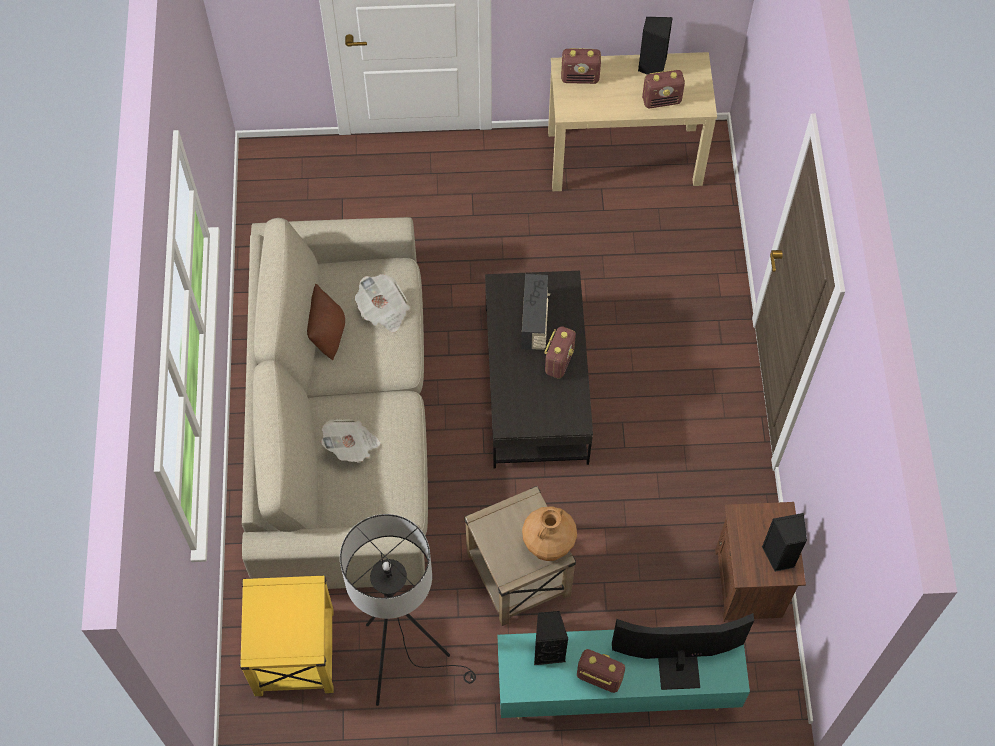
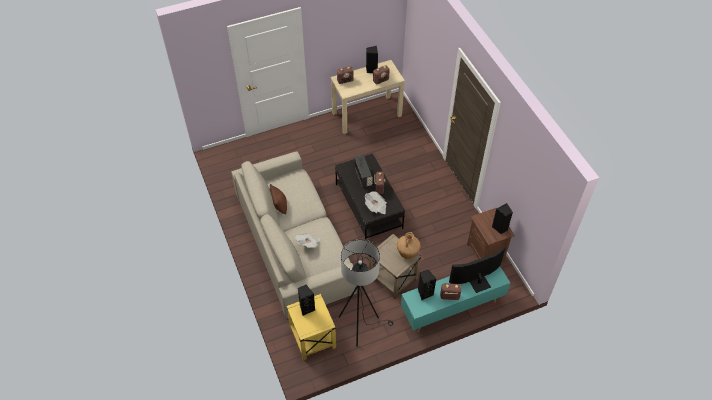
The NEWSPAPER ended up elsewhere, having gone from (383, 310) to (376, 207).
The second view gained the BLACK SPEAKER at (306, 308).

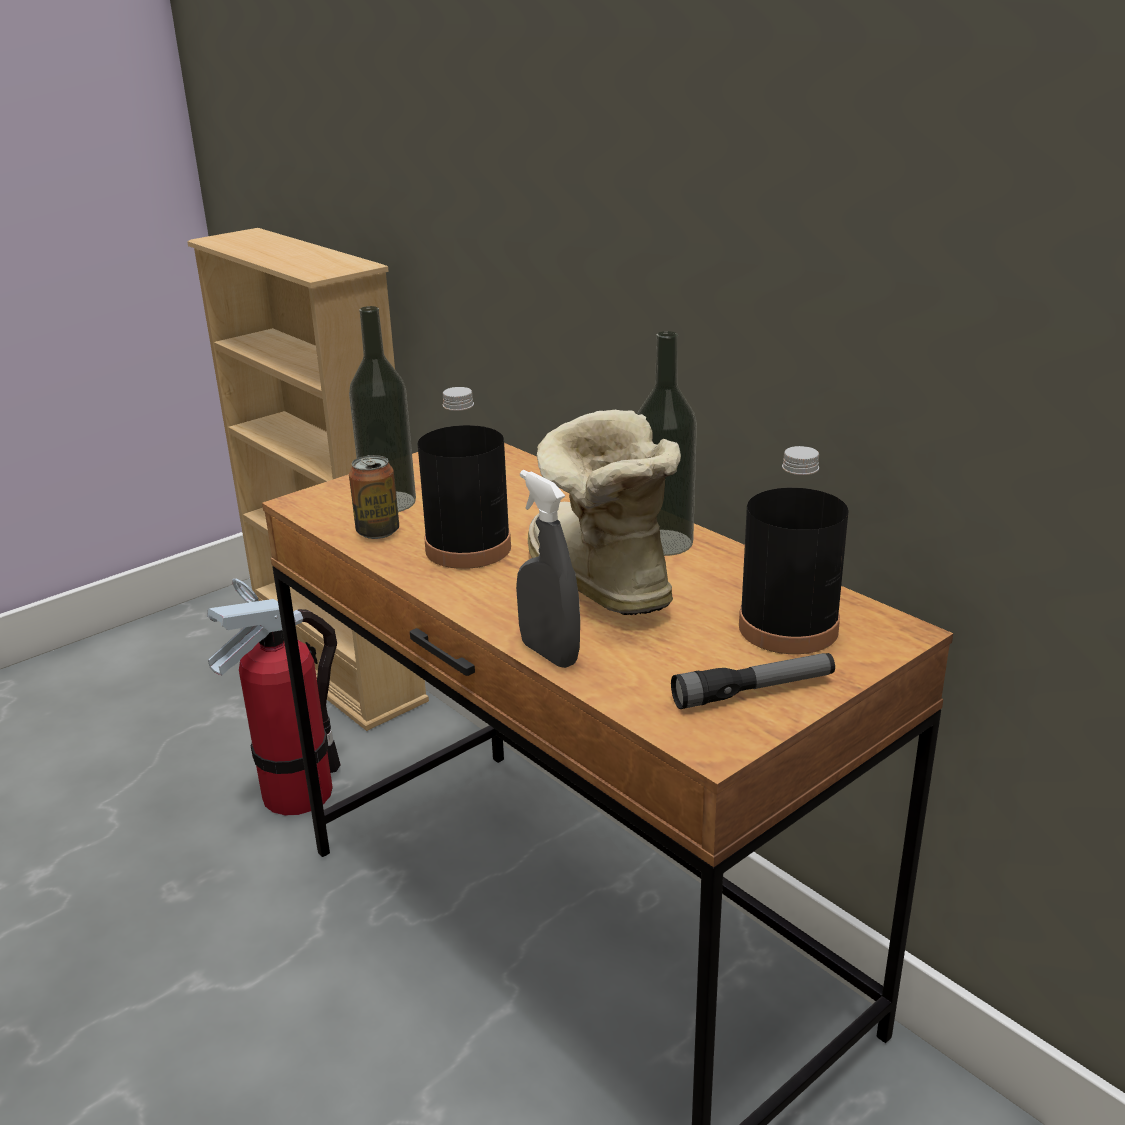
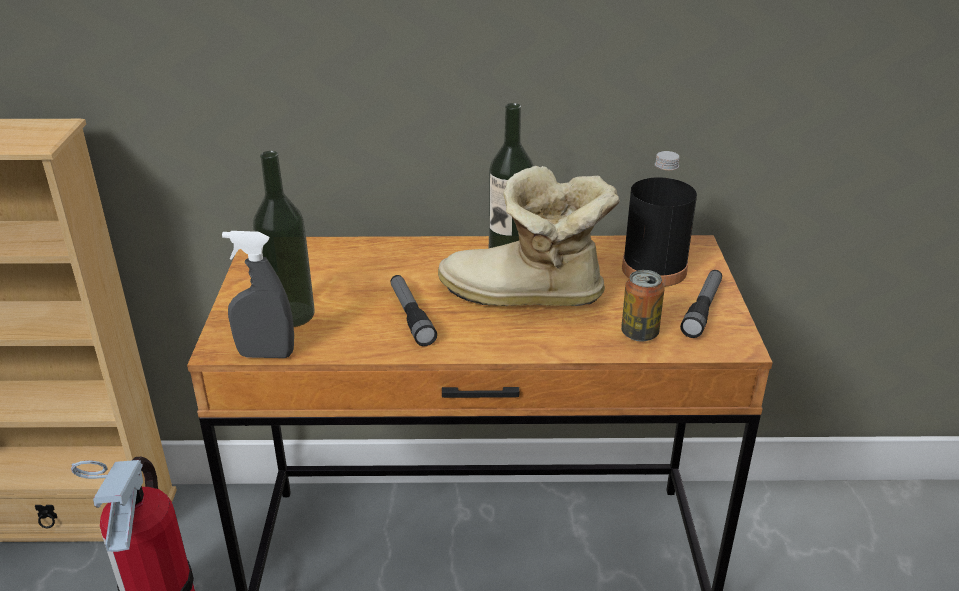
The CAN ended up elsewhere, having gone from (377, 532) to (639, 333).
Where the BLACK BOTTLE stood at (468, 548), the FLASHLIGHT came to stand at (411, 316).
The GREY SPRAY BOTTLE ended up elsewhere, having gone from (549, 653) to (266, 354).

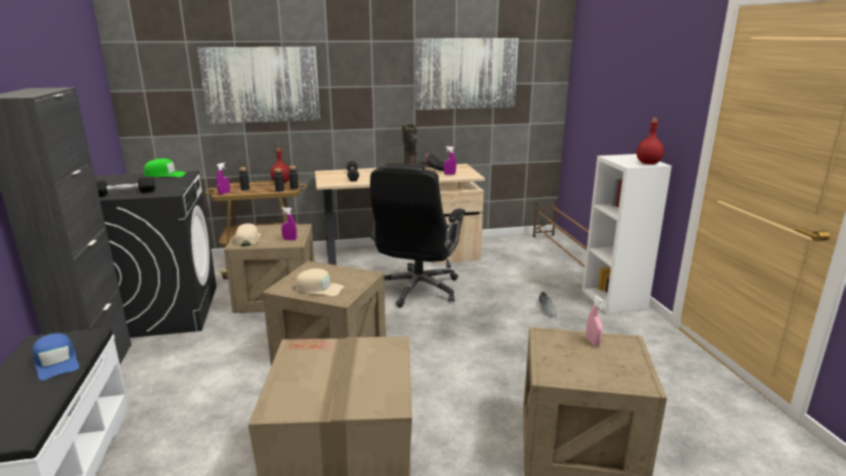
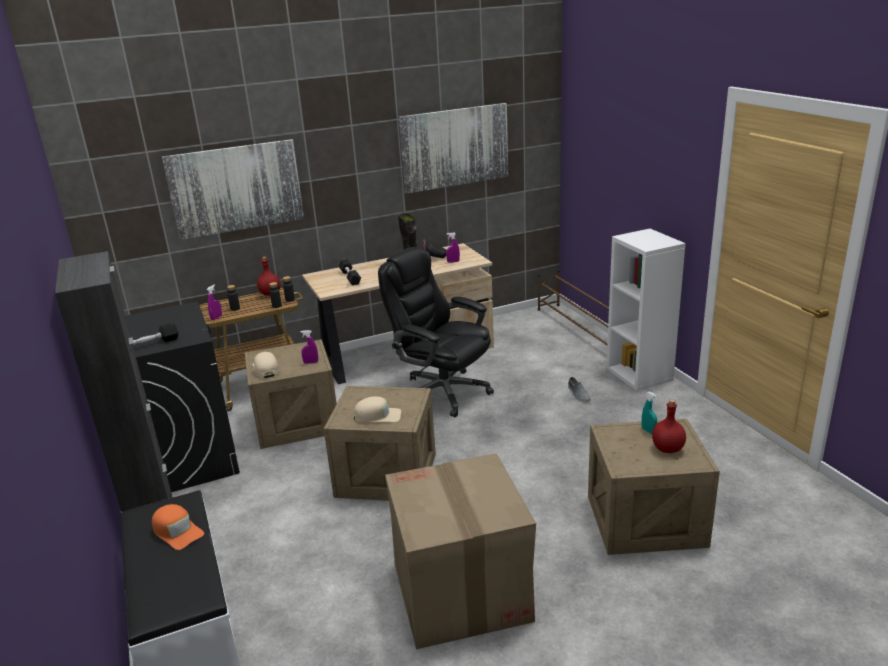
What was the BLUE CAP at (56, 362) turned into the ORANGE CAP at (177, 531).
The second view lost the GREEN CAP at (165, 175).
The BLACK OFFICE CHAIR at (417, 289) ended up facing another way, 120 degrees clockwise from before.
What was the PINK SPRAY BOTTLE at (592, 342) turned into the TURQUOISE SPRAY BOTTLE at (648, 431).
The RED BOTTLE ended up elsewhere, having gone from (648, 163) to (667, 449).

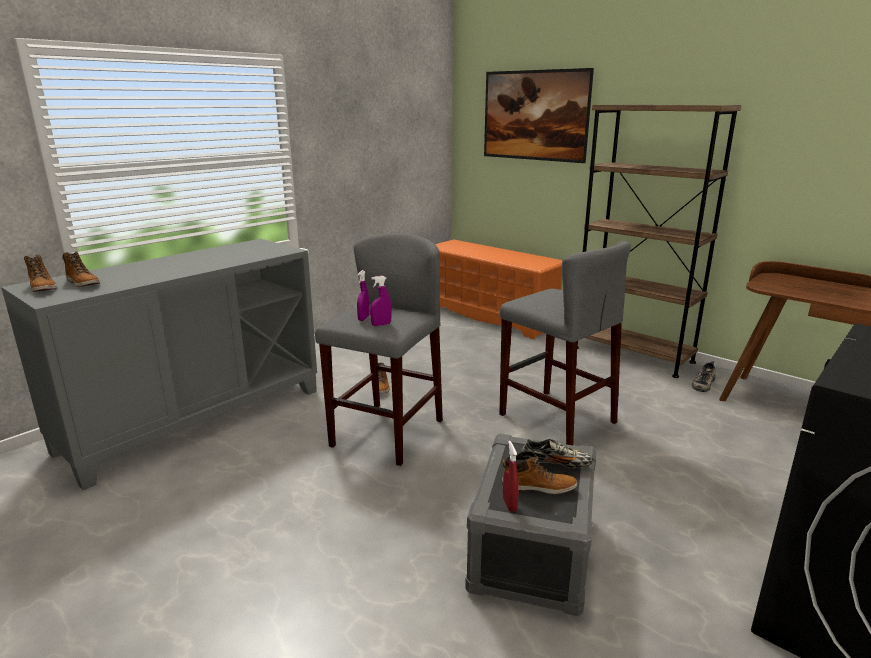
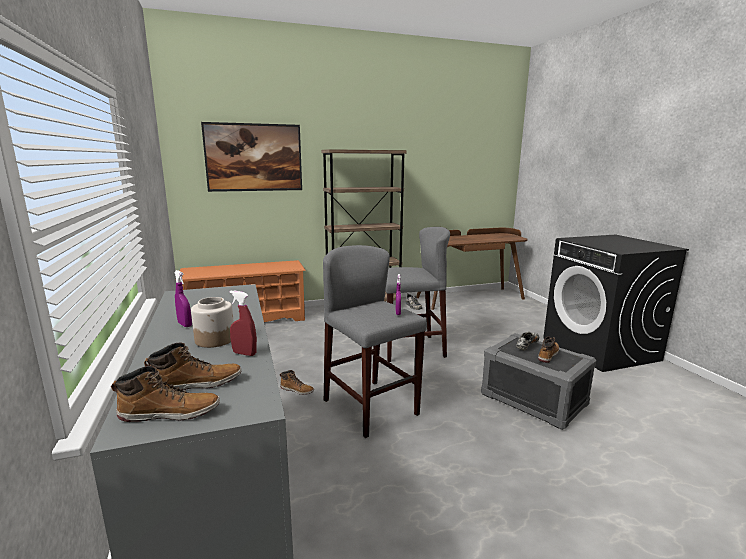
The PURPLE SPRAY BOTTLE ended up elsewhere, having gone from (363, 318) to (185, 325).
The RED SPRAY BOTTLE ended up elsewhere, having gone from (509, 504) to (244, 353).
The second view gained the JAR at (215, 339).

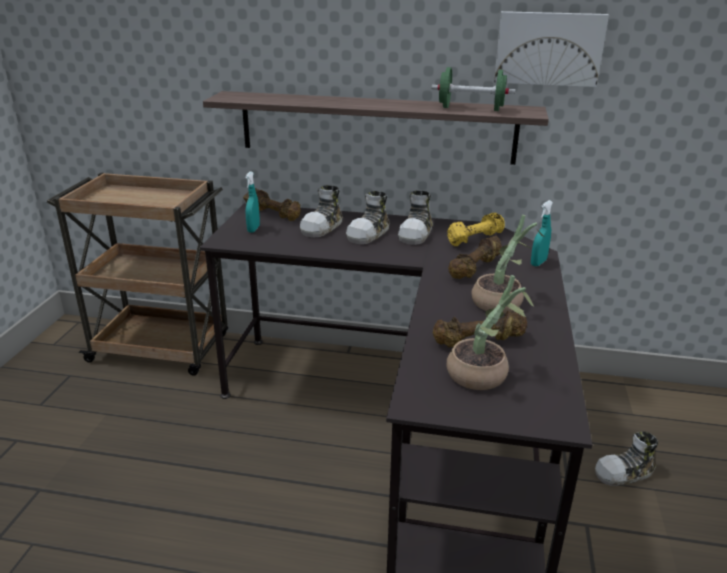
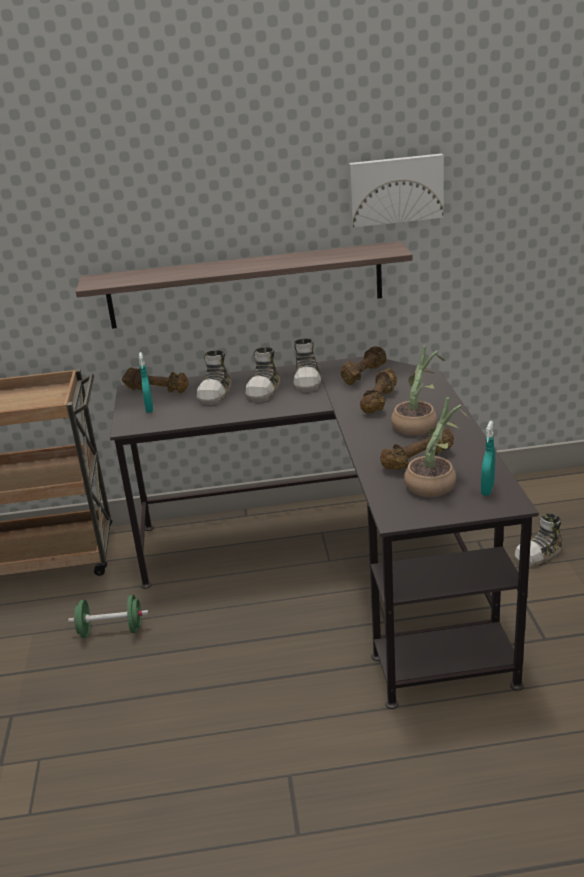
The GREEN DUMBBELL ended up elsewhere, having gone from (471, 109) to (111, 631).
What was the YELLOW DUMBBELL at (474, 239) turned into the BROWN DUMBBELL at (363, 374).
The TURQUOISE SPRAY BOTTLE ended up elsewhere, having gone from (538, 263) to (487, 490).

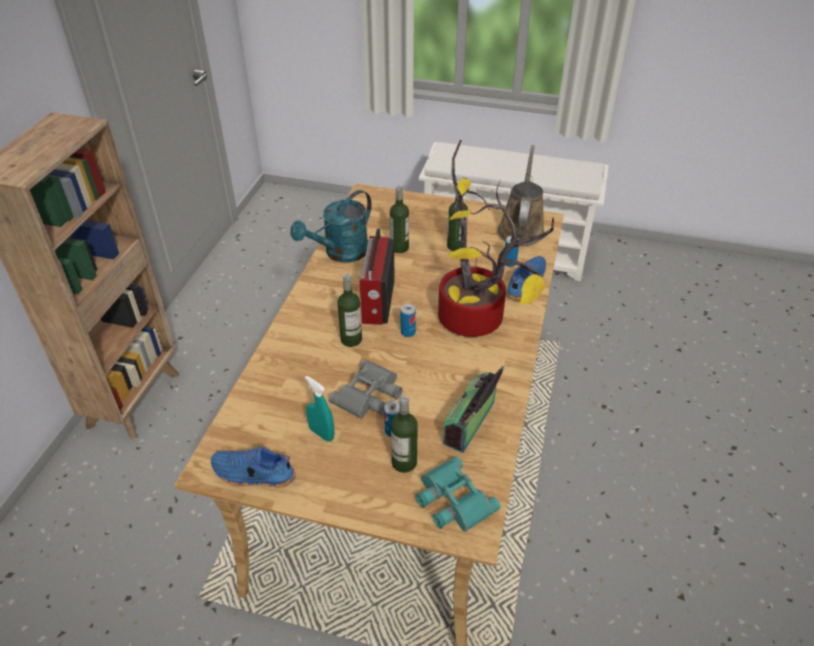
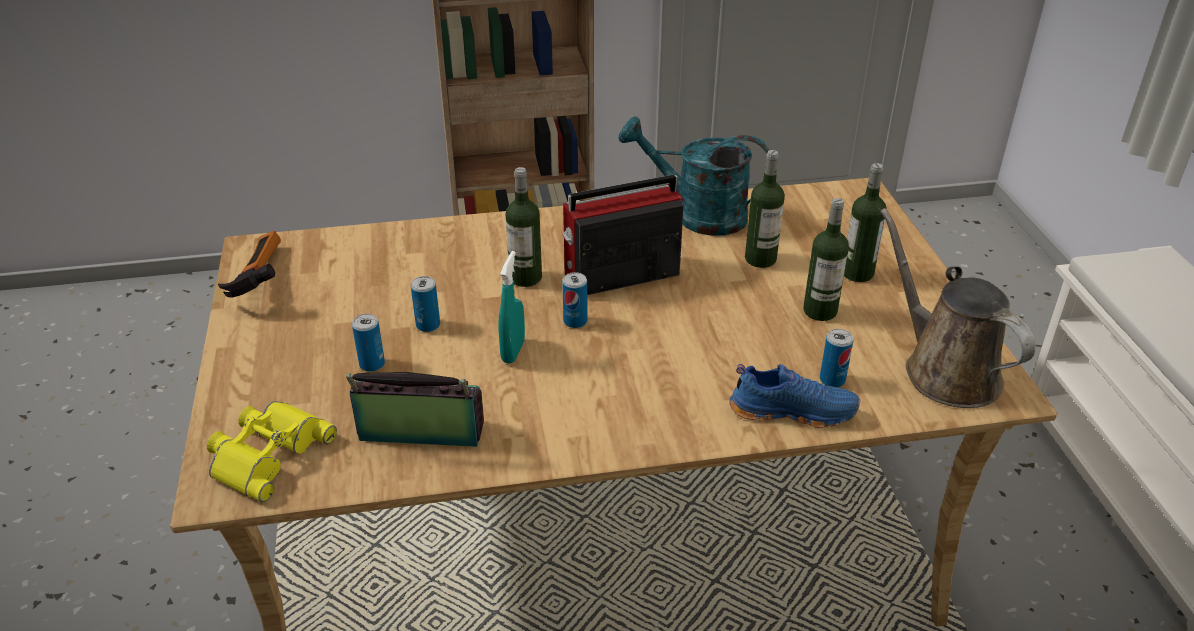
Where the BLUE SHOE stood at (253, 475), the HAMMER came to stand at (255, 280).
The TURQUOISE SPRAY BOTTLE ended up elsewhere, having gone from (321, 433) to (513, 351).
Where the GREY BINOCULARS stood at (370, 395), the CAN came to stand at (428, 325).
The BOTTLE ended up elsewhere, having gone from (404, 462) to (857, 273).
What was the TURQUOISE BINOCULARS at (452, 500) turned into the YELLOW BINOCULARS at (267, 453).
The second view lost the POTTED PLANT at (476, 318).
The BROWN WATERING CAN at (521, 229) ended up facing another way, 105 degrees counterclockwise from before.

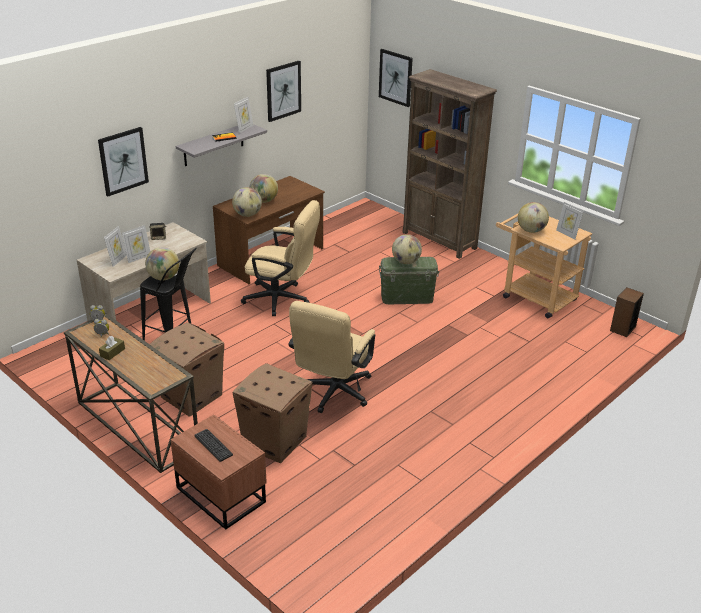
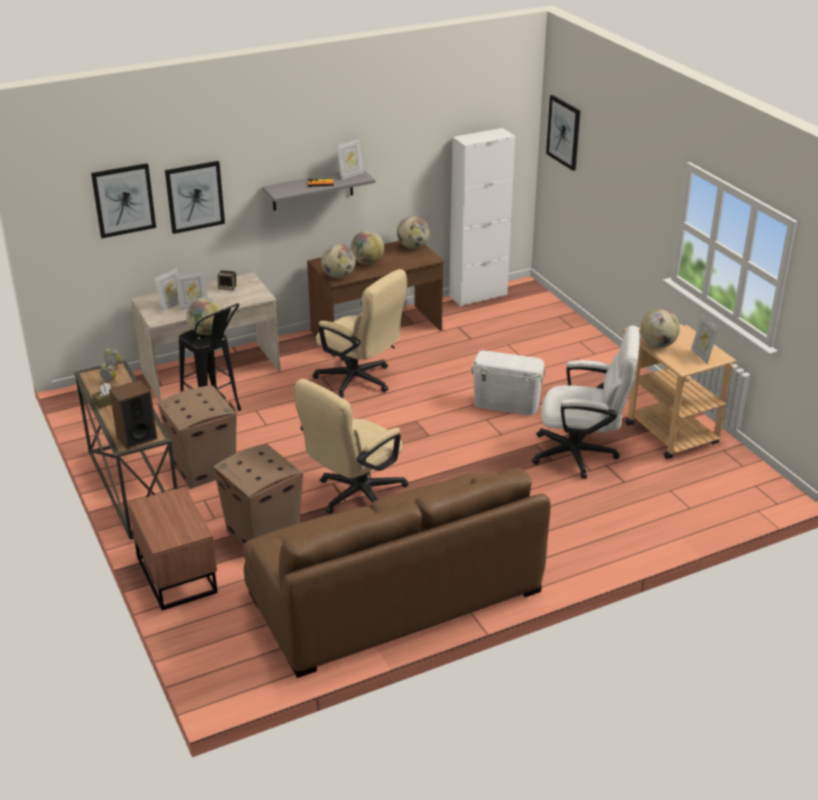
The second view lost the KEYBOARD at (213, 445).
The PICTURE ended up elsewhere, having gone from (283, 90) to (123, 200).
What was the GREEN STORAGE BOX at (407, 297) turned into the WHITE STORAGE BOX at (506, 403).
The GLOBE ended up elsewhere, having gone from (406, 262) to (413, 247).
The second view lost the BROWN BOOKCASE at (439, 240).
The SPEAKER ended up elsewhere, having gone from (622, 328) to (136, 438).
The second view gained the BROWN SOFA at (394, 592).
The second view gained the WHITE CABINET at (478, 295).
The second view gained the WHITE OFFICE CHAIR at (582, 454).

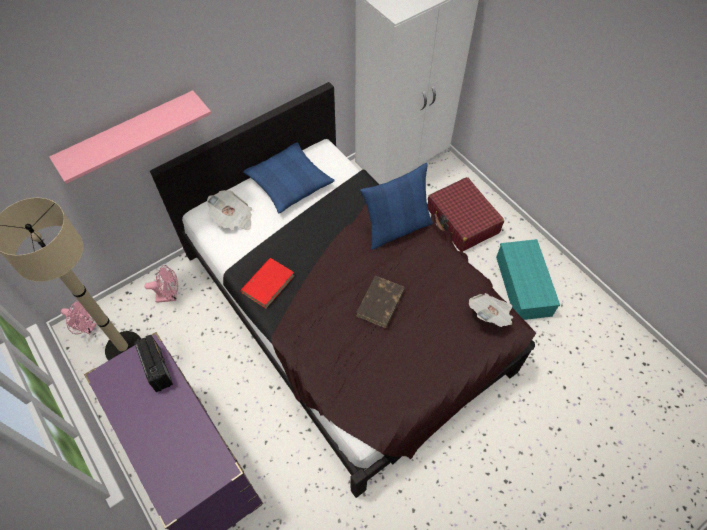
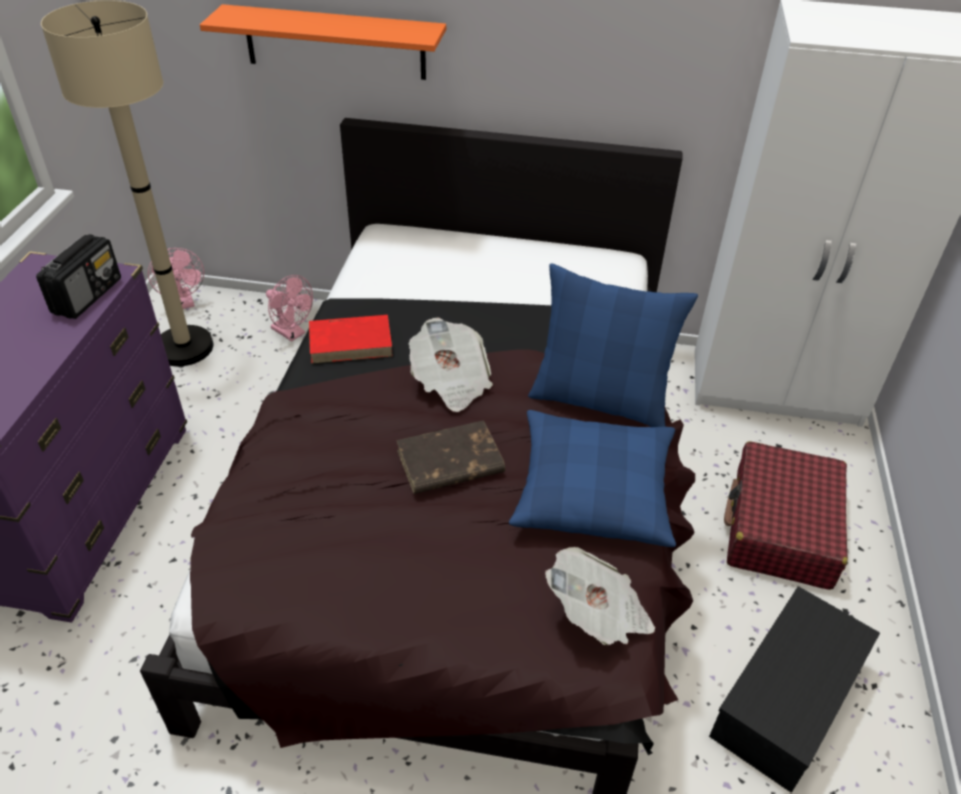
What was the PINK SHELF at (129, 135) turned into the ORANGE SHELF at (335, 42).
The NEWSPAPER ended up elsewhere, having gone from (233, 218) to (450, 382).
The BLUE PILLOW ended up elsewhere, having gone from (289, 182) to (593, 490).
What was the TURQUOISE STORAGE BOX at (524, 286) turned into the BLACK STORAGE BOX at (788, 702).

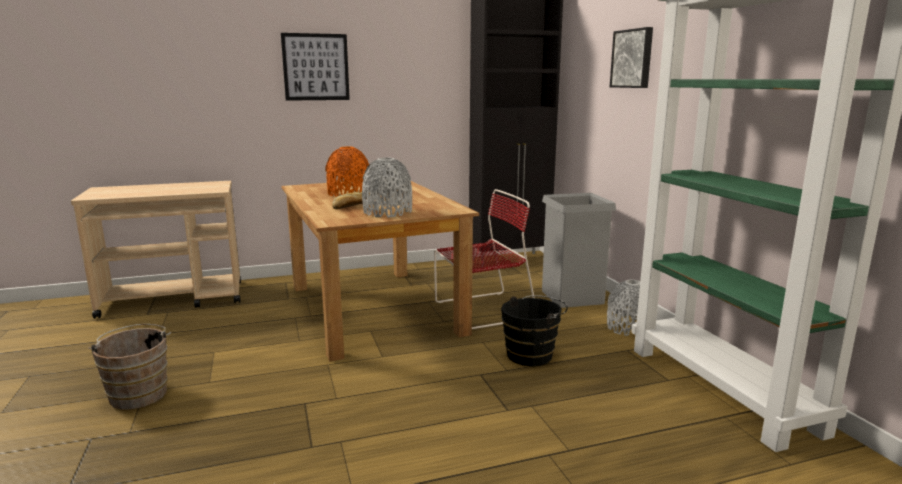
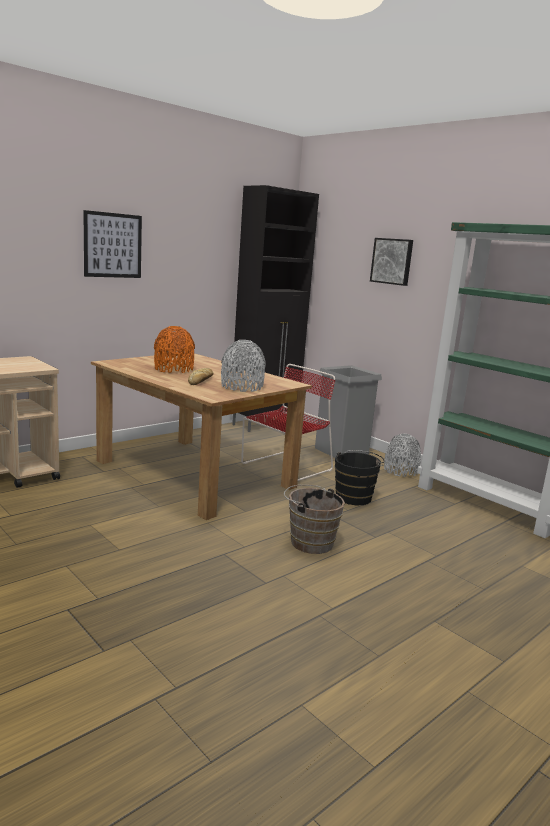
The BROWN BUCKET ended up elsewhere, having gone from (139, 393) to (309, 541).

